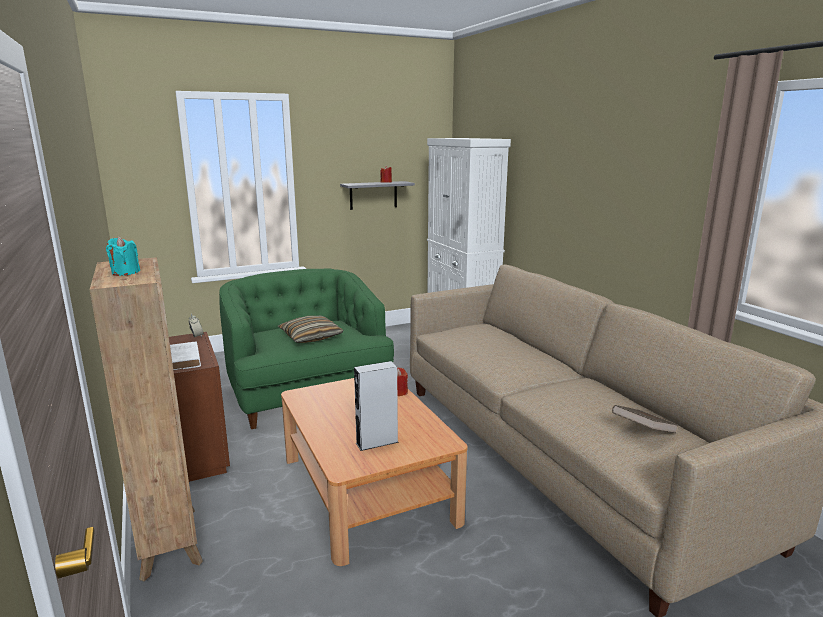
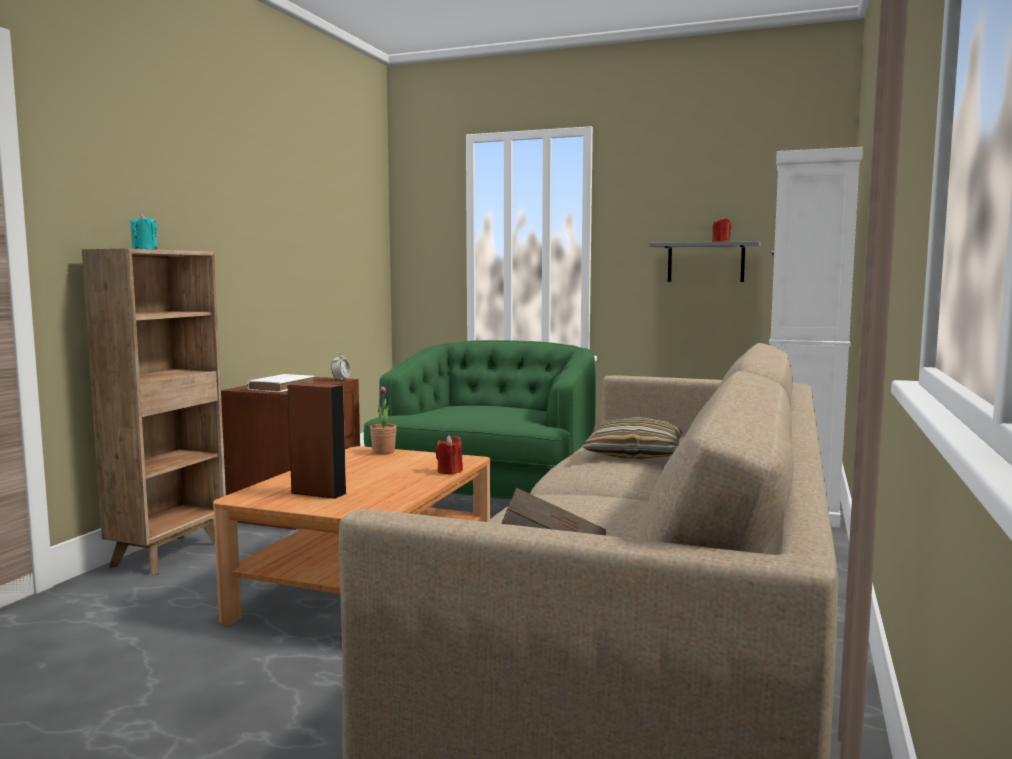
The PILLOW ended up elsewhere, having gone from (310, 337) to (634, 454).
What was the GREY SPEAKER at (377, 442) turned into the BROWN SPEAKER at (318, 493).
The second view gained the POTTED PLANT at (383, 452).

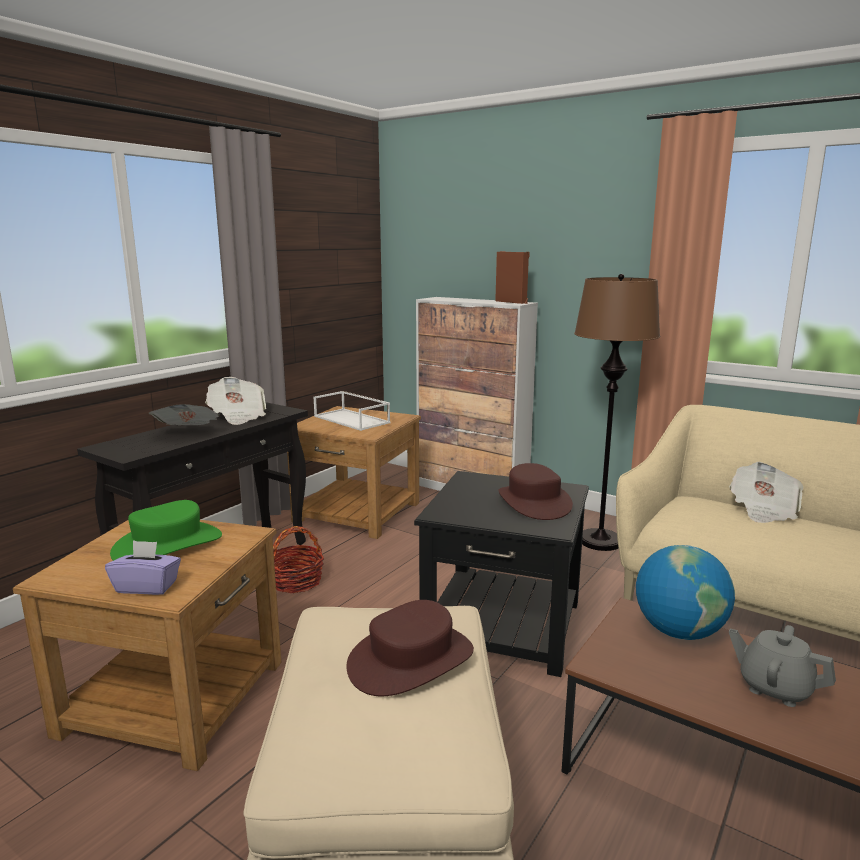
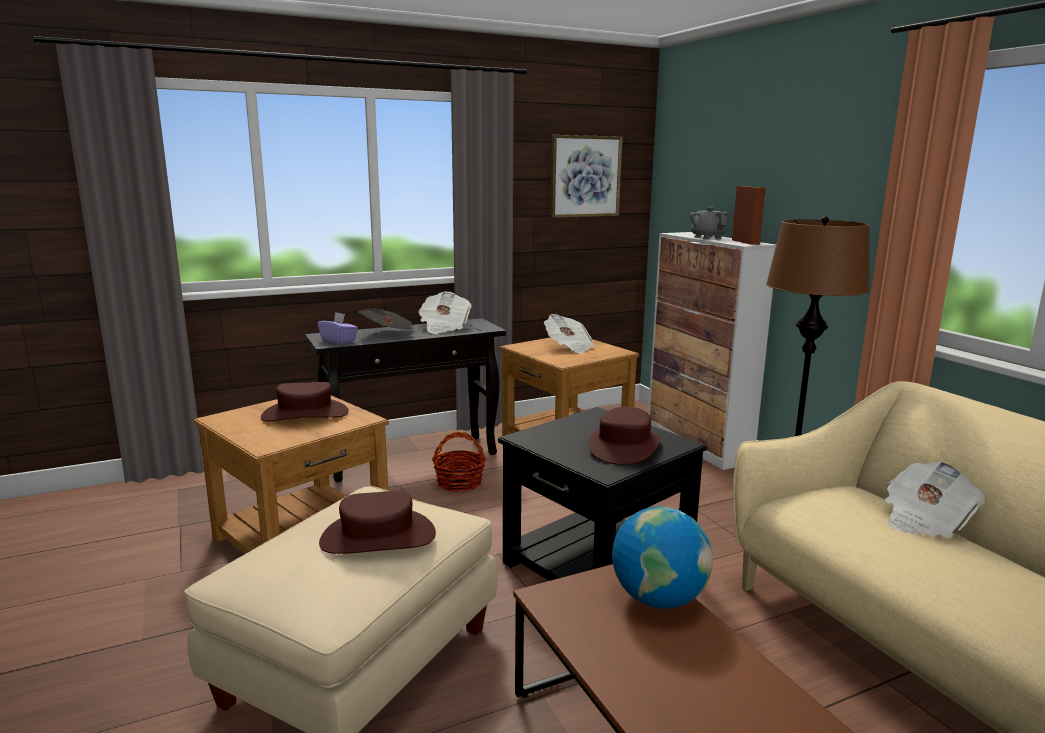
The PURPLE TISSUE BOX ended up elsewhere, having gone from (147, 586) to (339, 340).
What was the GREEN HAT at (168, 544) turned into the BROWN HAT at (305, 414).
Where the WHITE TRAY stood at (352, 419), the NEWSPAPER came to stand at (569, 347).
The GREY TEAPOT ended up elsewhere, having gone from (774, 688) to (707, 237).
The second view gained the PICTURE at (585, 176).

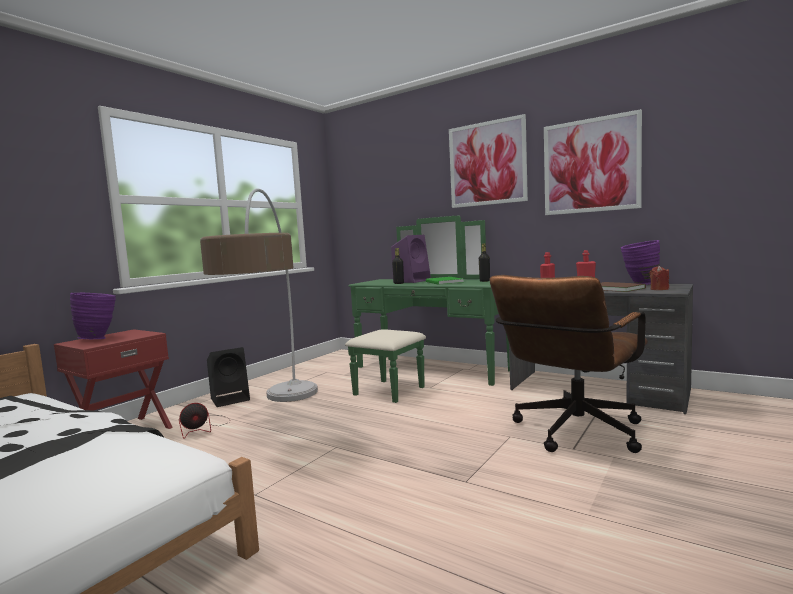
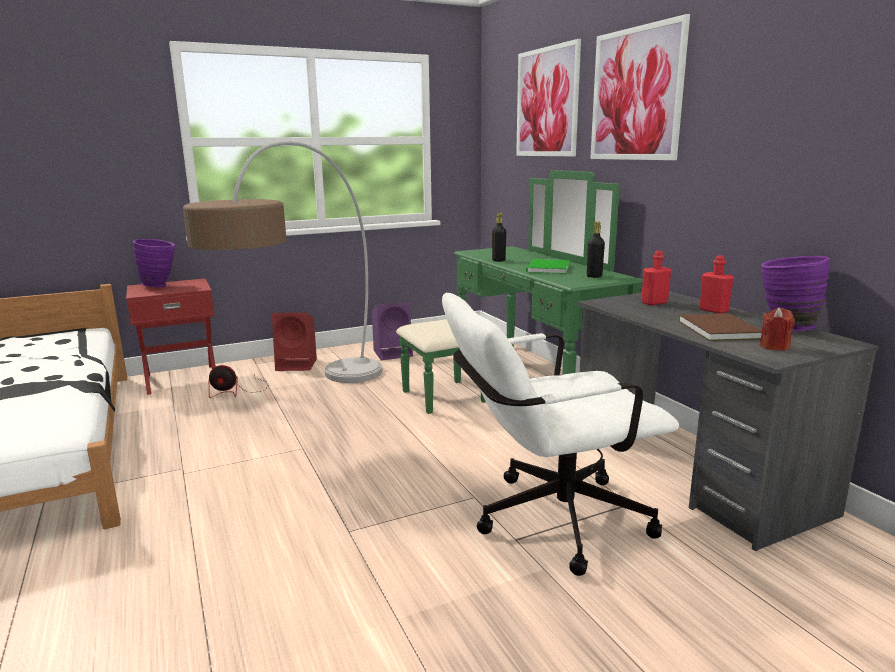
What was the BLACK SPEAKER at (231, 399) turned into the RED SPEAKER at (297, 364).
The PURPLE SPEAKER ended up elsewhere, having gone from (412, 281) to (394, 353).
What was the BROWN OFFICE CHAIR at (572, 434) turned into the WHITE OFFICE CHAIR at (547, 520).
The PICTURE ended up elsewhere, having gone from (590, 166) to (547, 102).

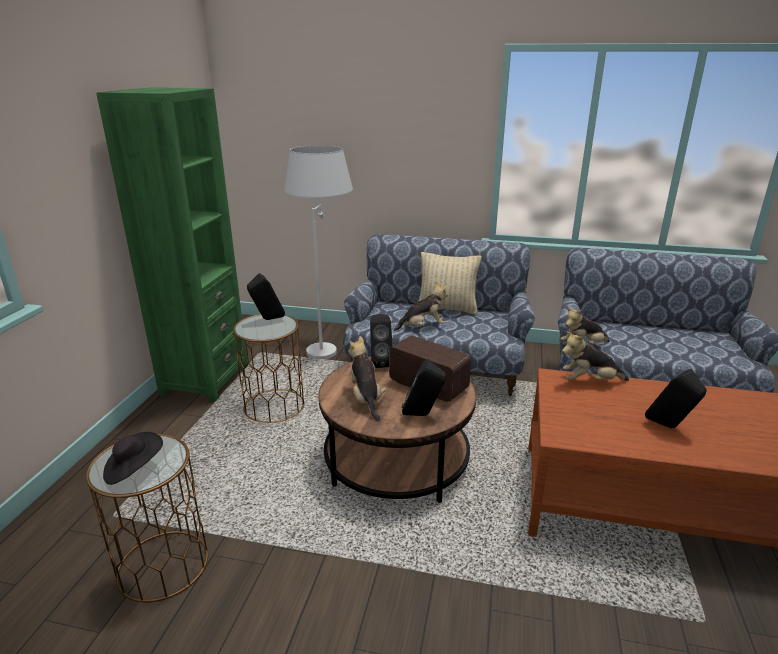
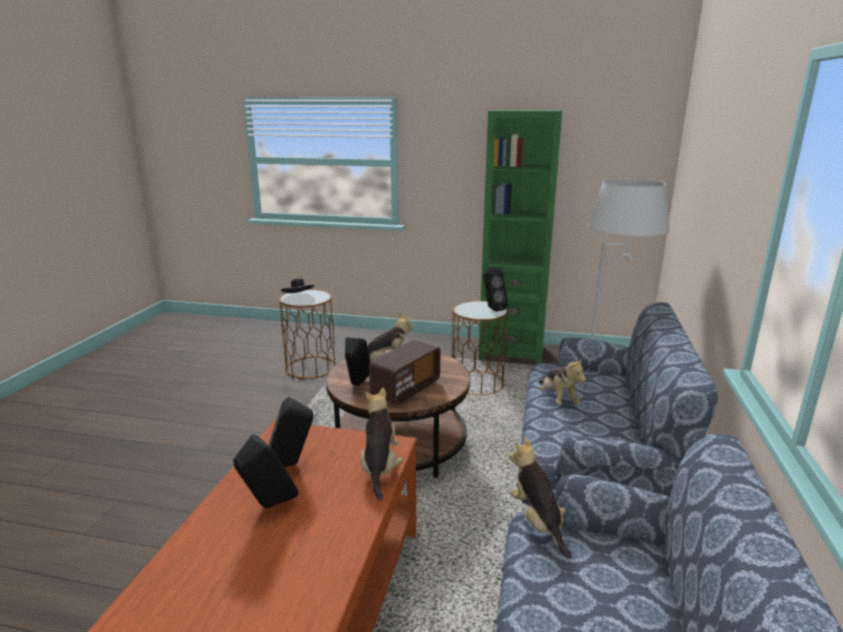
The BLACK SPEAKER ended up elsewhere, having gone from (380, 362) to (291, 465).
The second view lost the BEIGE PILLOW at (447, 309).

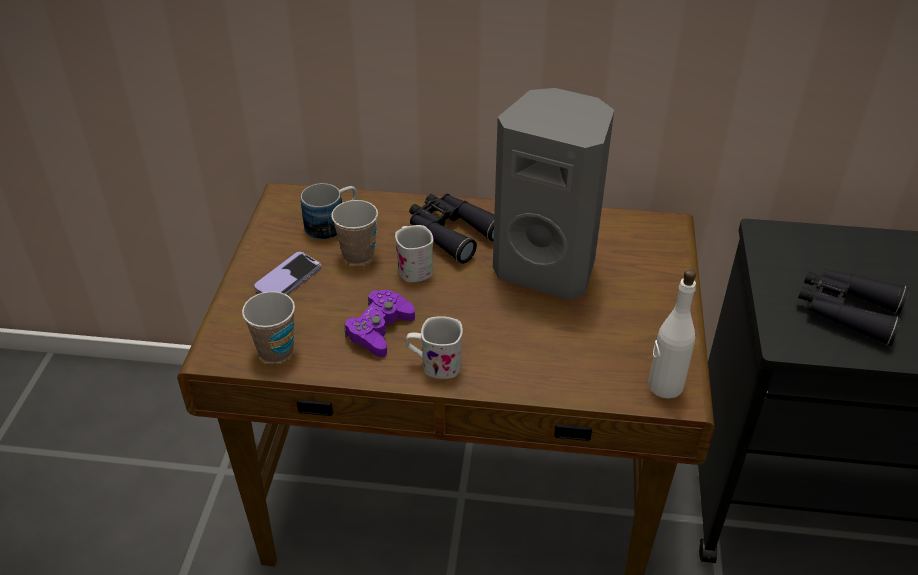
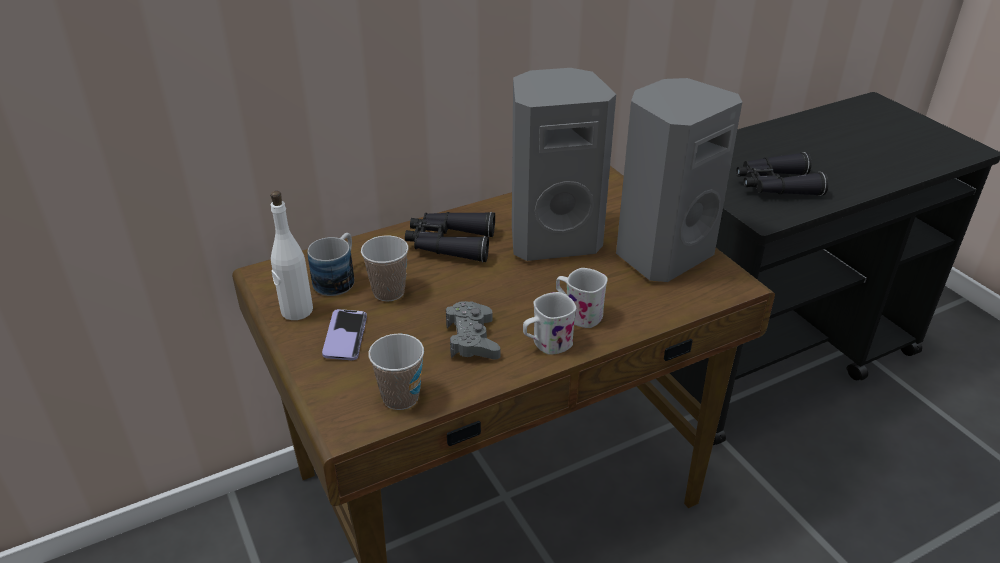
What was the PURPLE GAME CONTROLLER at (379, 329) turned into the GREY GAME CONTROLLER at (472, 339).
The WHITE MUG ended up elsewhere, having gone from (413, 267) to (578, 314).
The WHITE BOTTLE ended up elsewhere, having gone from (664, 386) to (296, 311).
The second view gained the GREY SPEAKER at (661, 254).

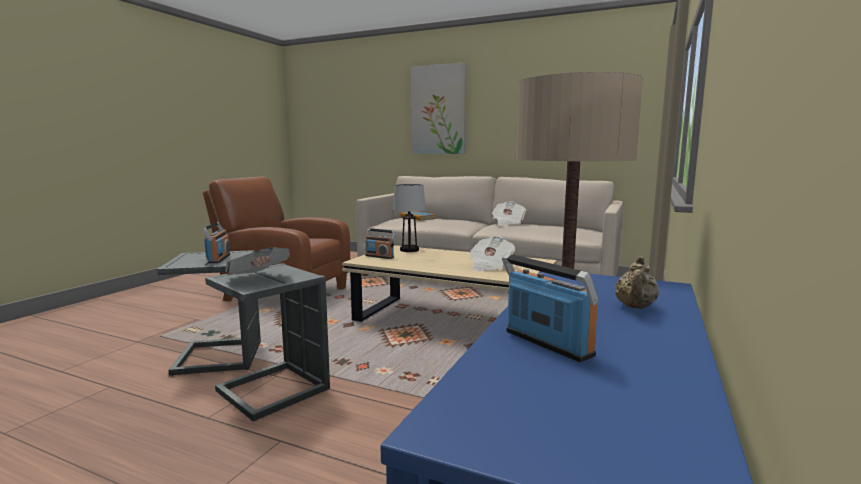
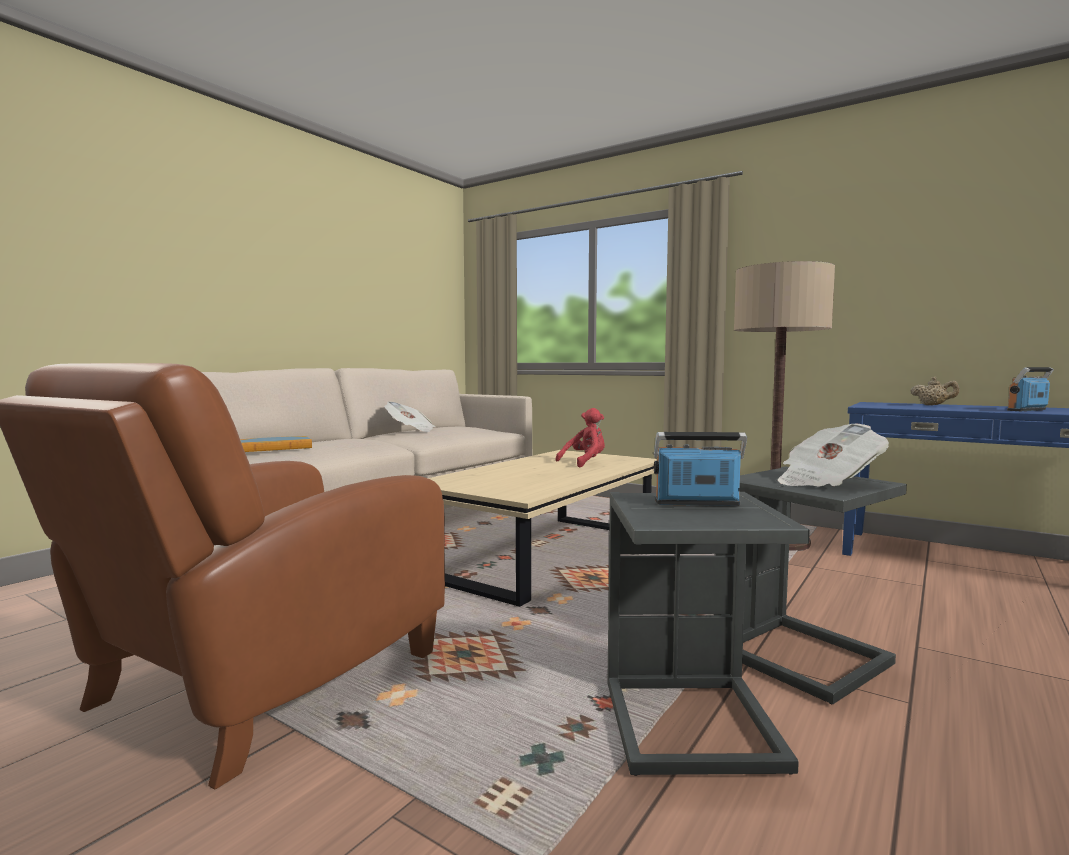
The second view lost the RADIO at (379, 256).
The second view lost the TABLE LAMP at (409, 250).
The second view lost the PICTURE at (438, 110).
Where the NEWSPAPER stood at (489, 266), the RED PLUSH TOY came to stand at (585, 462).

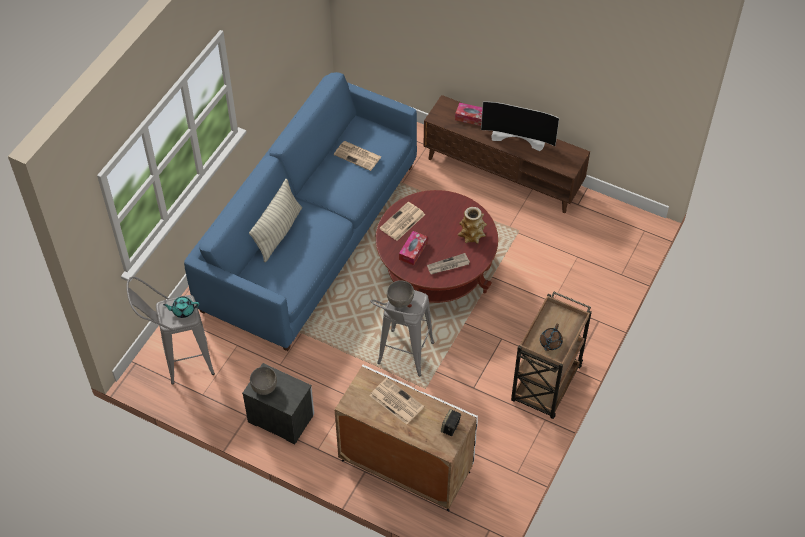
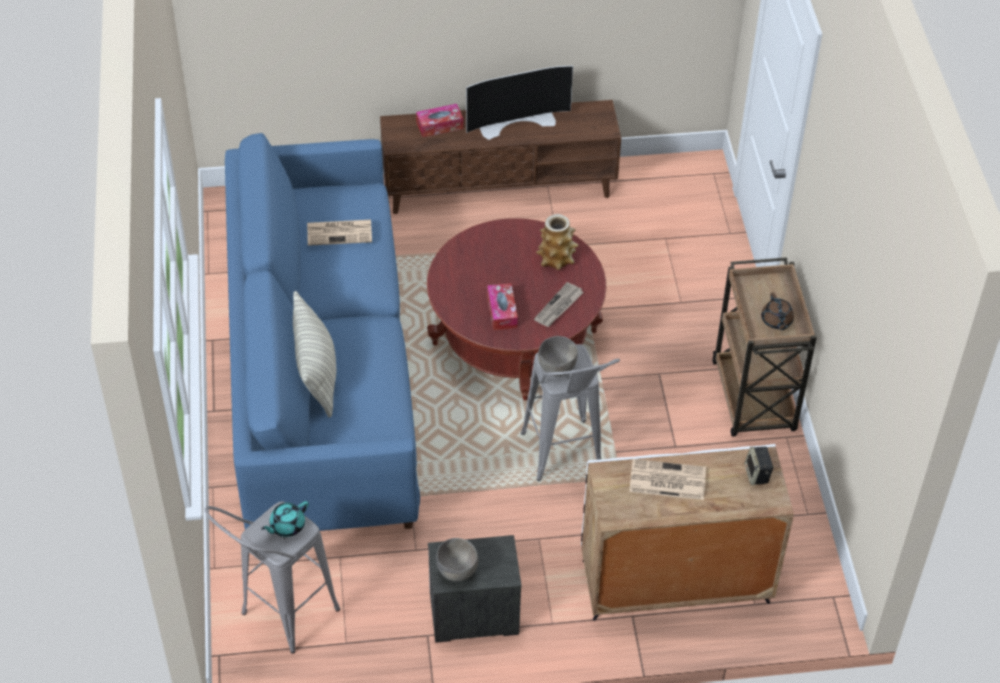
The second view lost the NEWSPAPER at (402, 222).

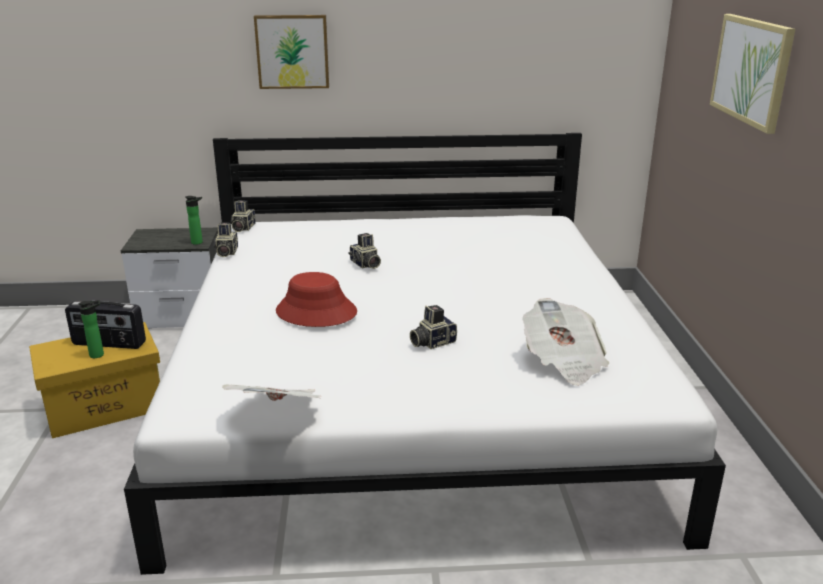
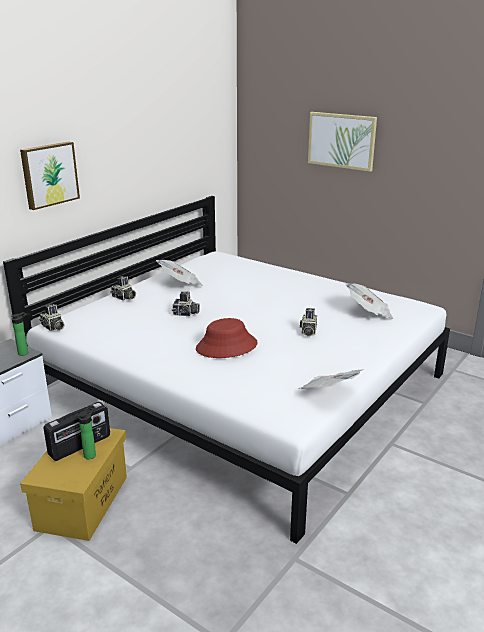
The PHOTO CAMERA ended up elsewhere, having gone from (226, 252) to (124, 298).
The second view gained the NEWSPAPER at (180, 284).

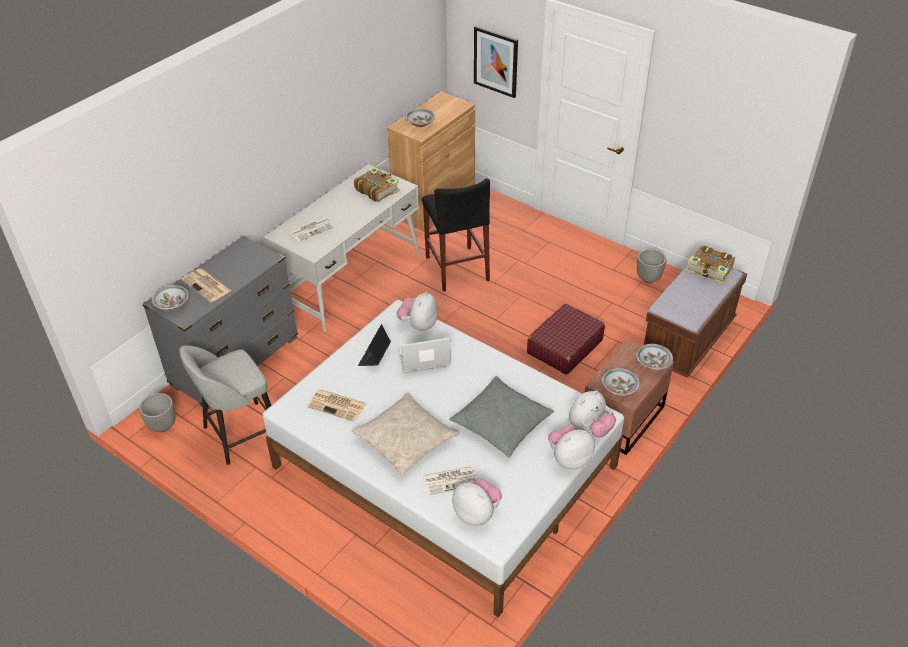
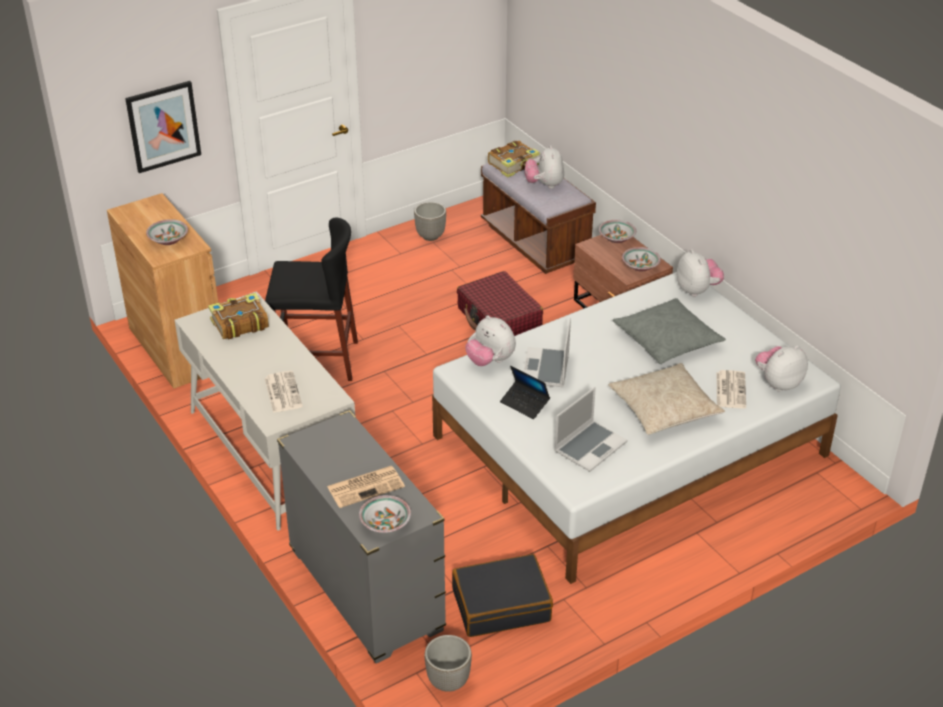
Where the GREY STOOL stood at (240, 434), the BLACK SUITCASE came to stand at (501, 605).
Where the NEWSPAPER stood at (337, 405), the LAPTOP came to stand at (590, 446).
The PLUSH TOY ended up elsewhere, having gone from (569, 459) to (544, 185).

